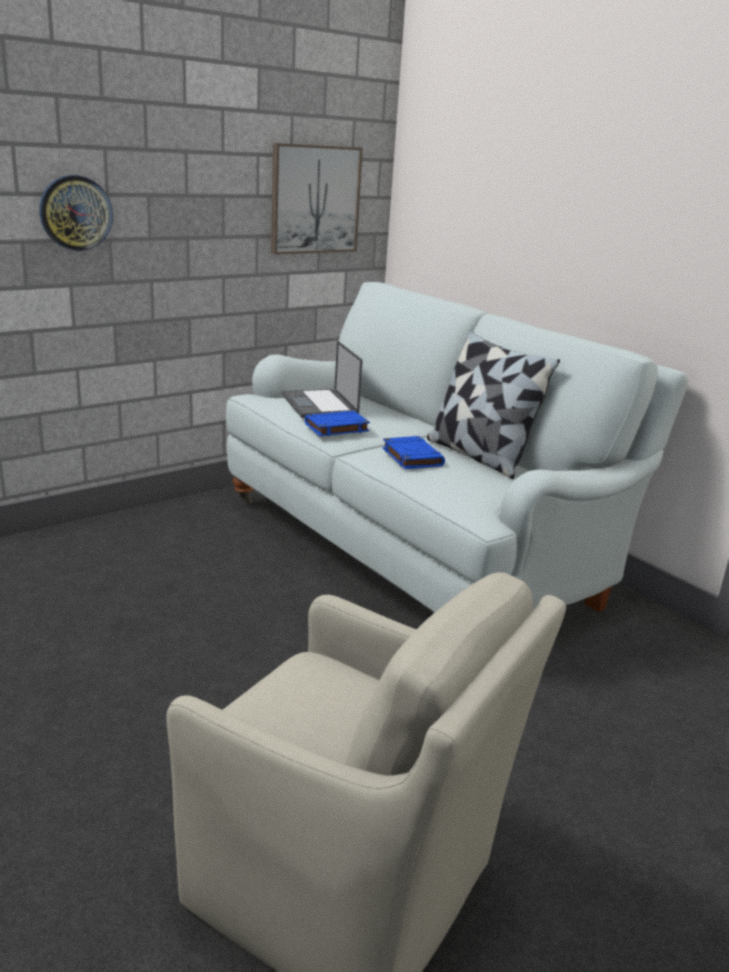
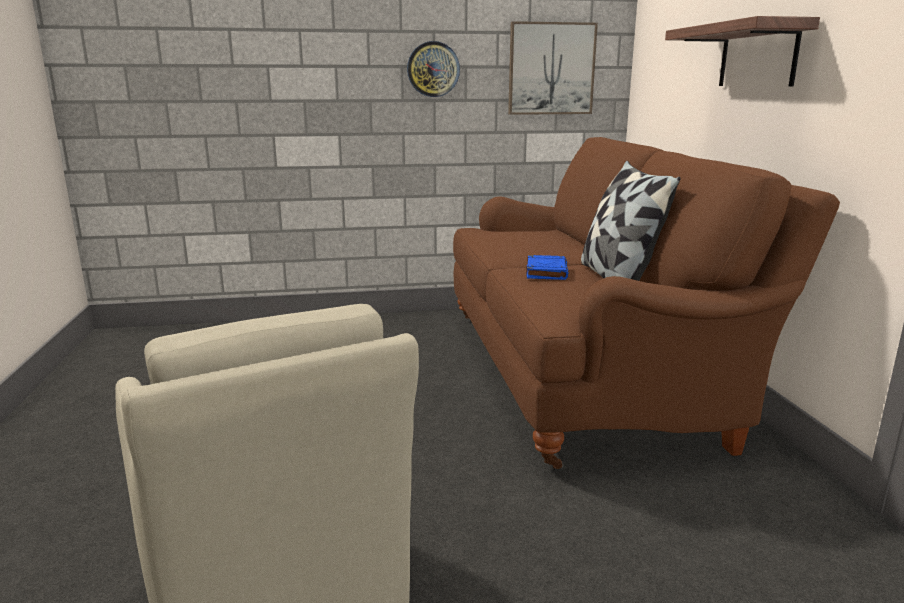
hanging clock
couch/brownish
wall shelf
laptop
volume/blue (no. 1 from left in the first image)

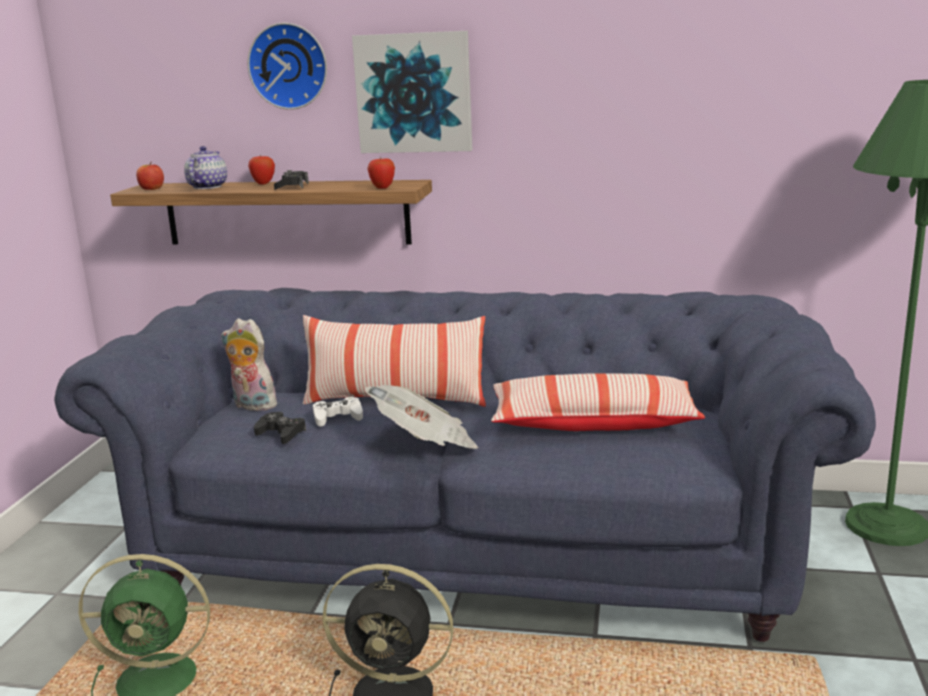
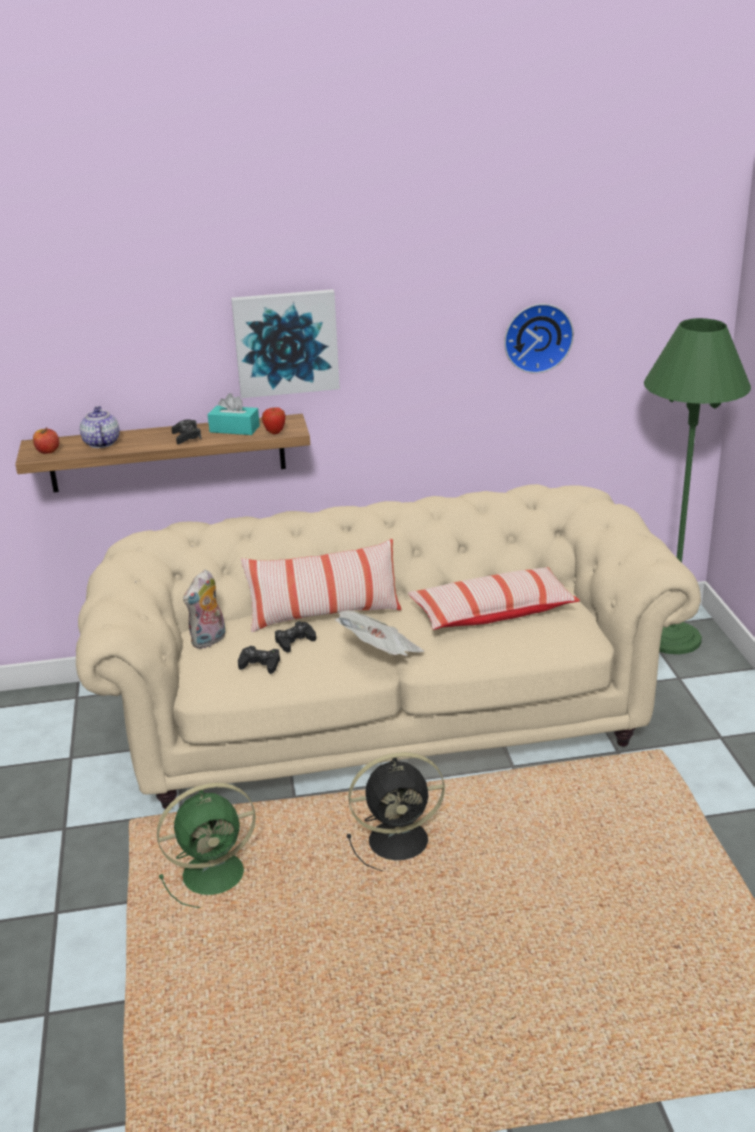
couch/beige-coloured
plush toy
tissue holder/blue-green
gamepad/black-coloured (no. 3 from left)
hanging clock
whole apple (no. 2 from left in the first image)

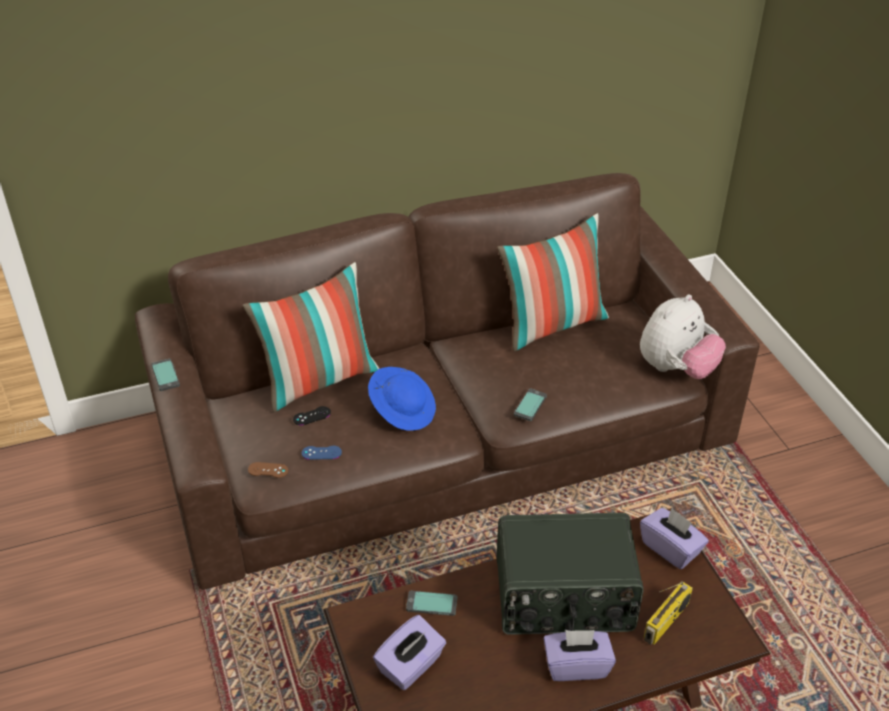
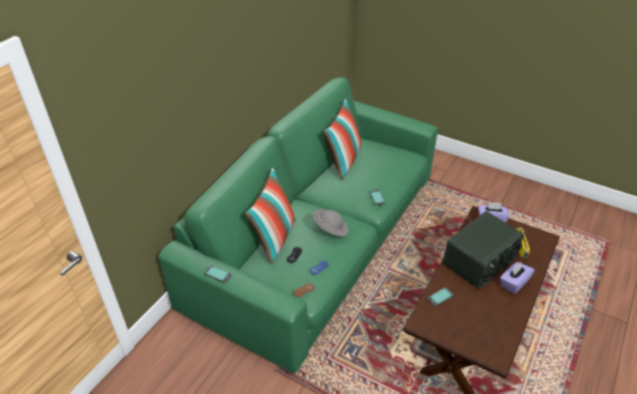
couch/greenish
clothing hat/greyish
tissue holder/purplish (no. 1 from left in the first image)
plush toy

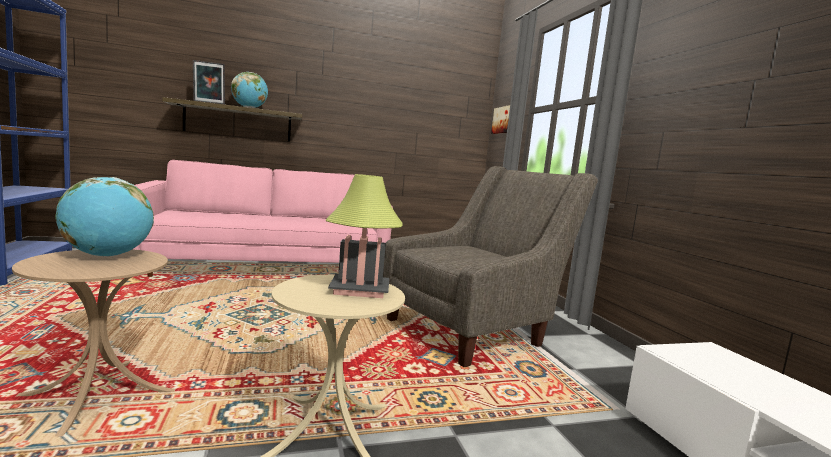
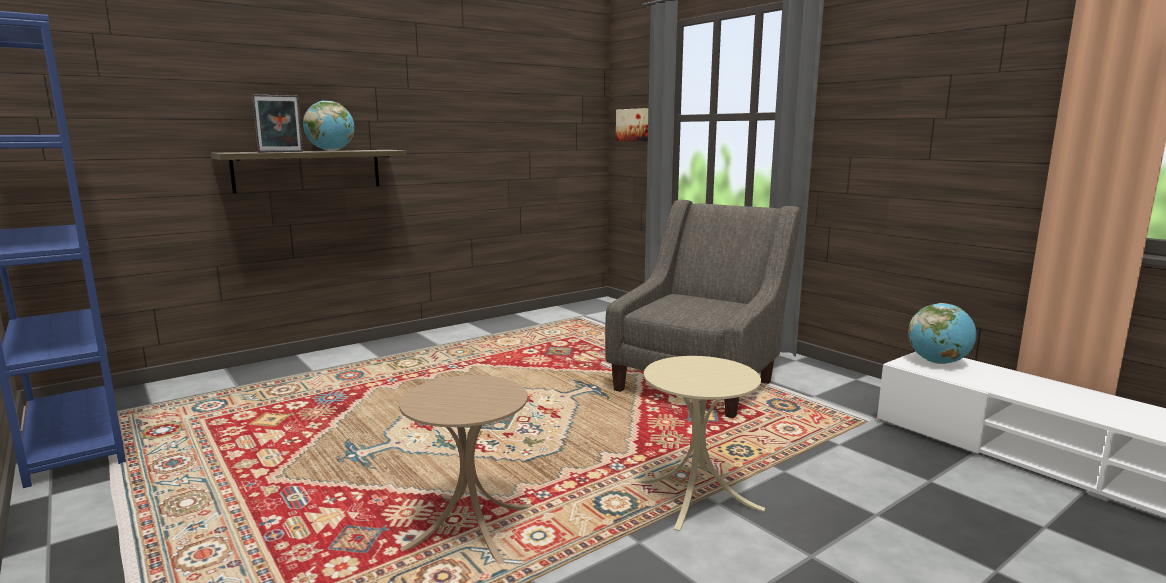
globe (no. 2 from left)
couch/pinkish
tabletop lamp

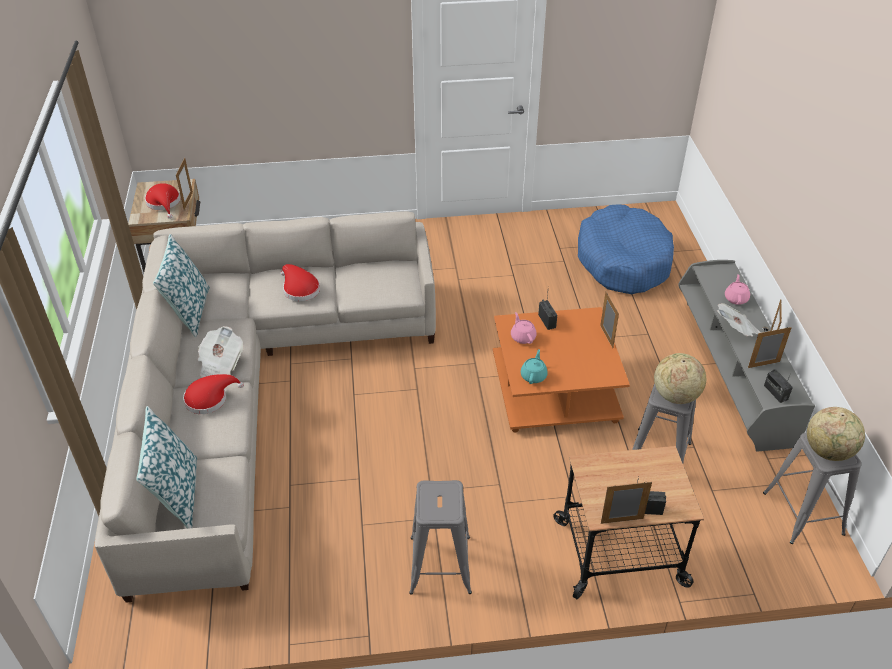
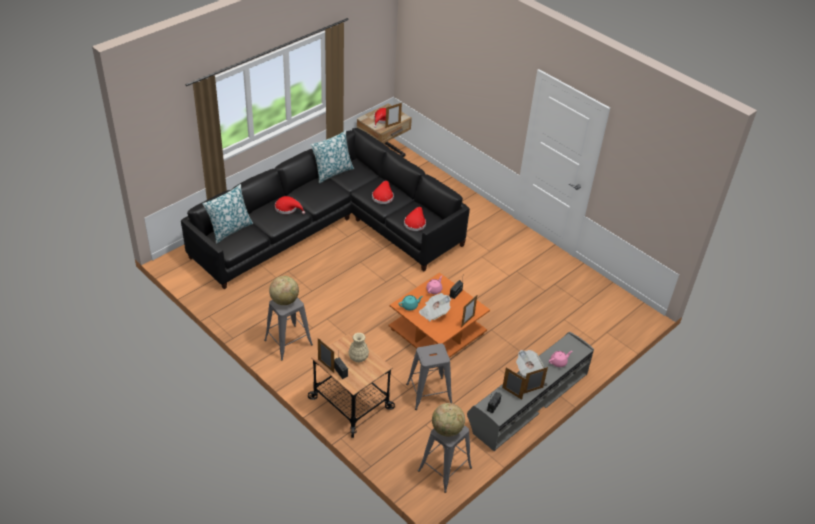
couch/black-coloured
globe (no. 1 from left)
vase/beige-coloured
clothing hat/red-coloured (no. 4 from left)
newspaper (no. 1 from left)
pet bed/blue

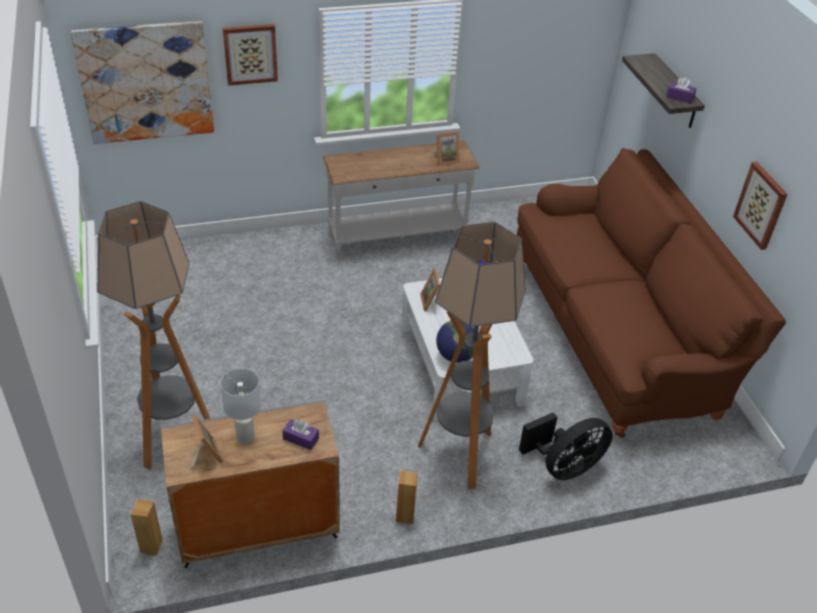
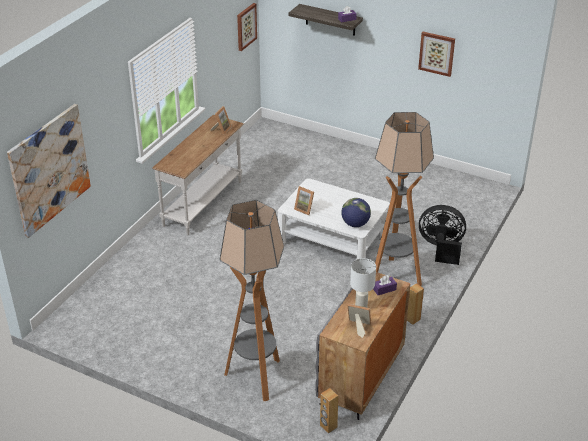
wall art (no. 2 from left)
electric fan/black-coloured
couch/brownish

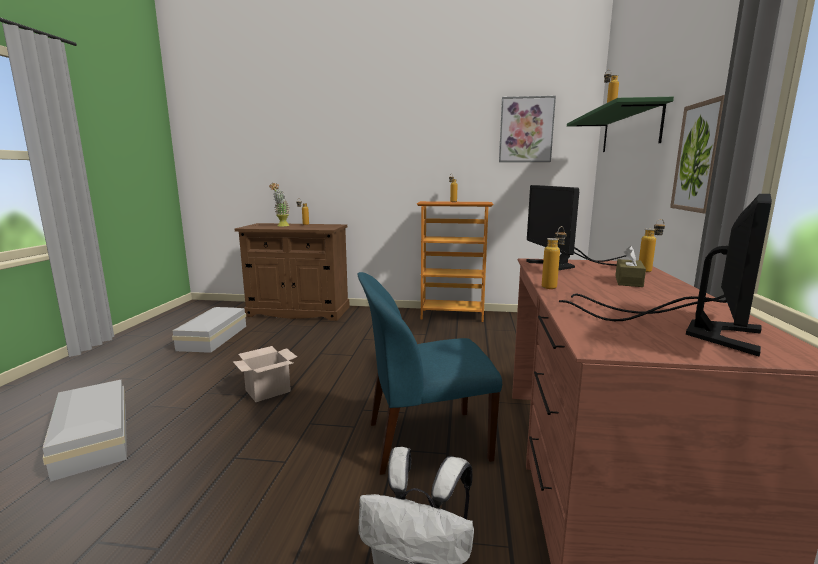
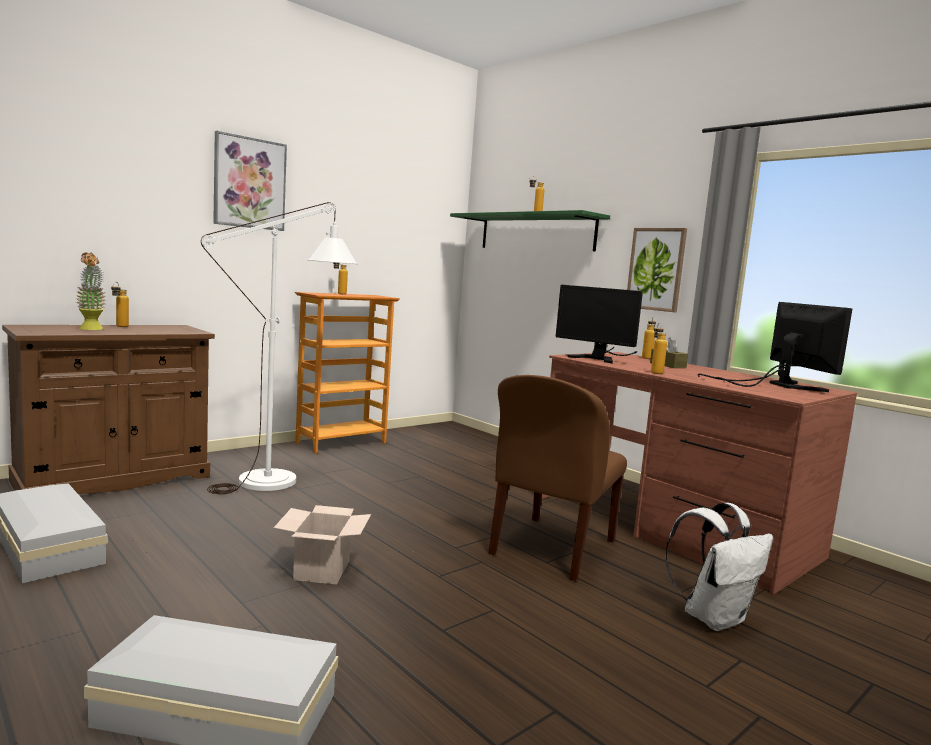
standard lamp/whitish
wall art (no. 1 from left)
plain chair/brownish

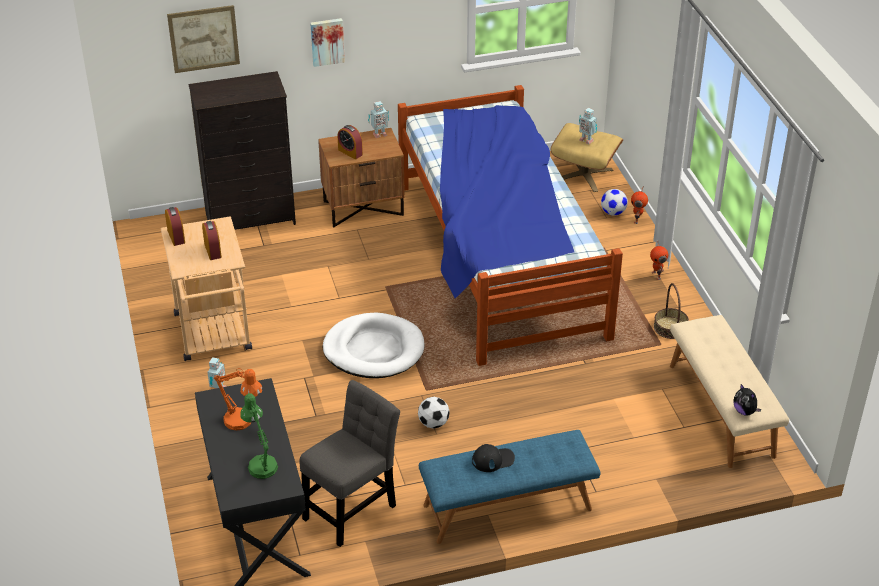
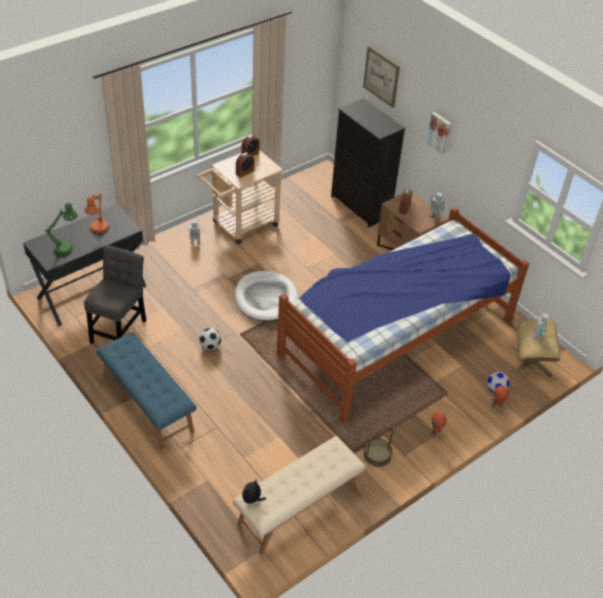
plain chair/greyish
cap/black-coloured

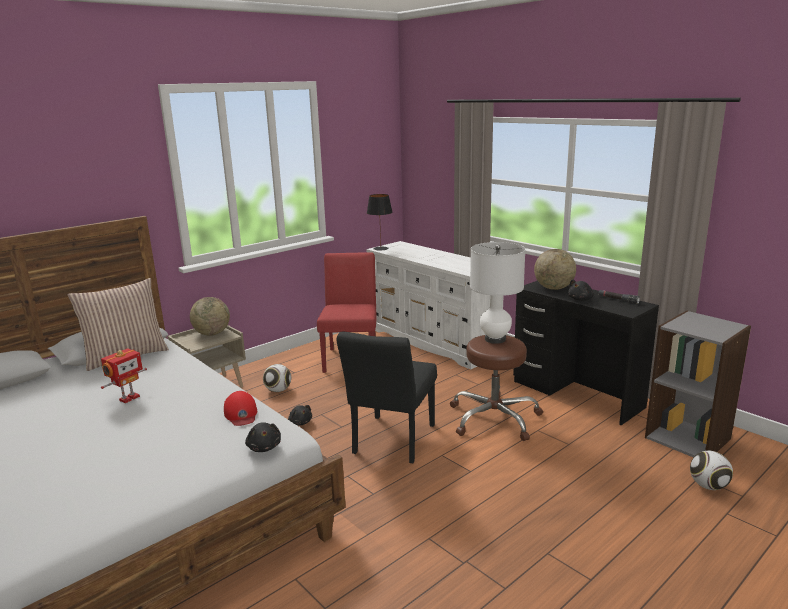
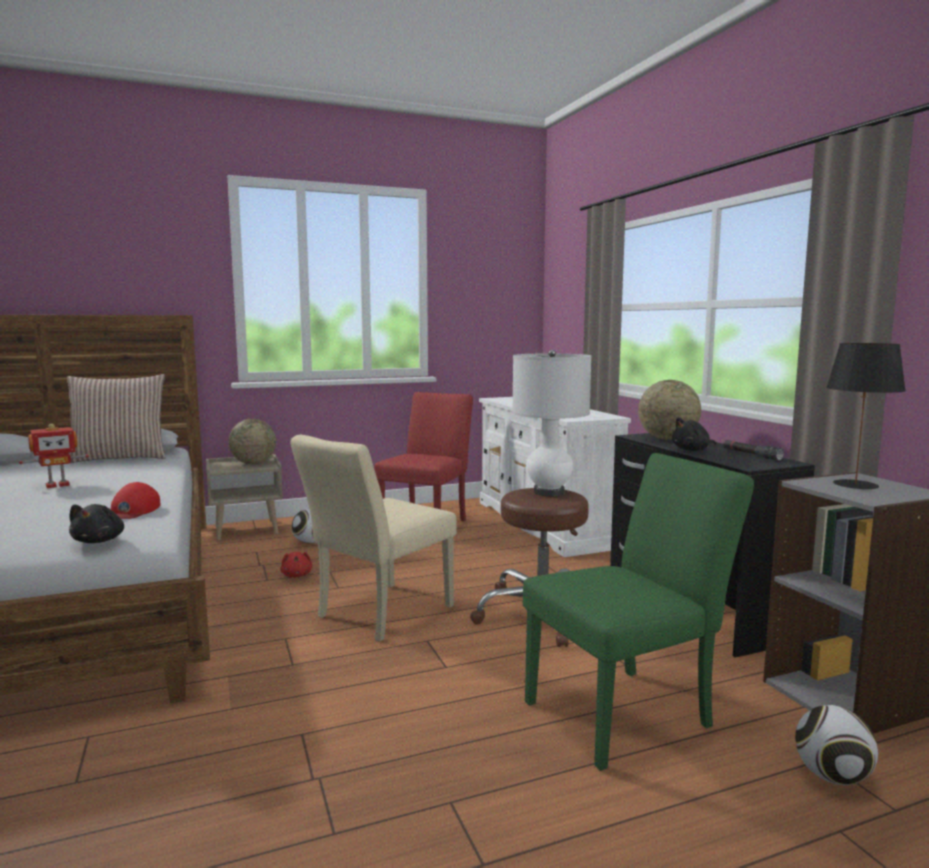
plush toy/red-coloured
plain chair/beige-coloured
plain chair/greenish
tabletop lamp/black-coloured

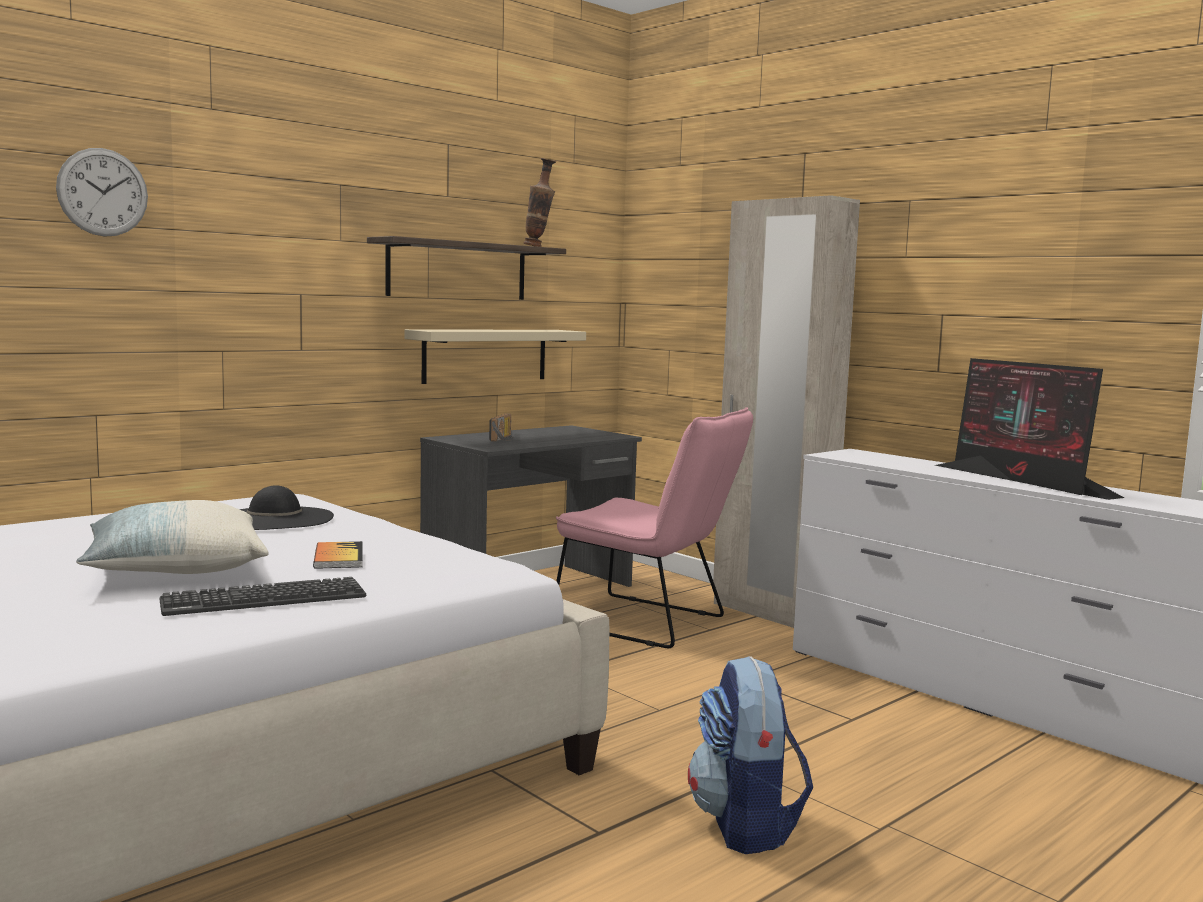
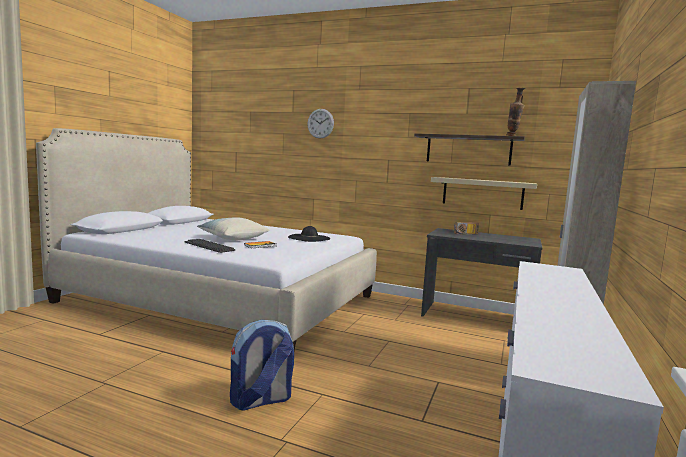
plain chair/pinkish
computer screen

